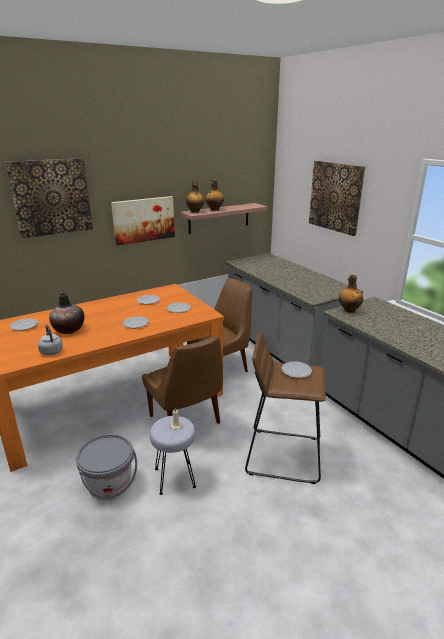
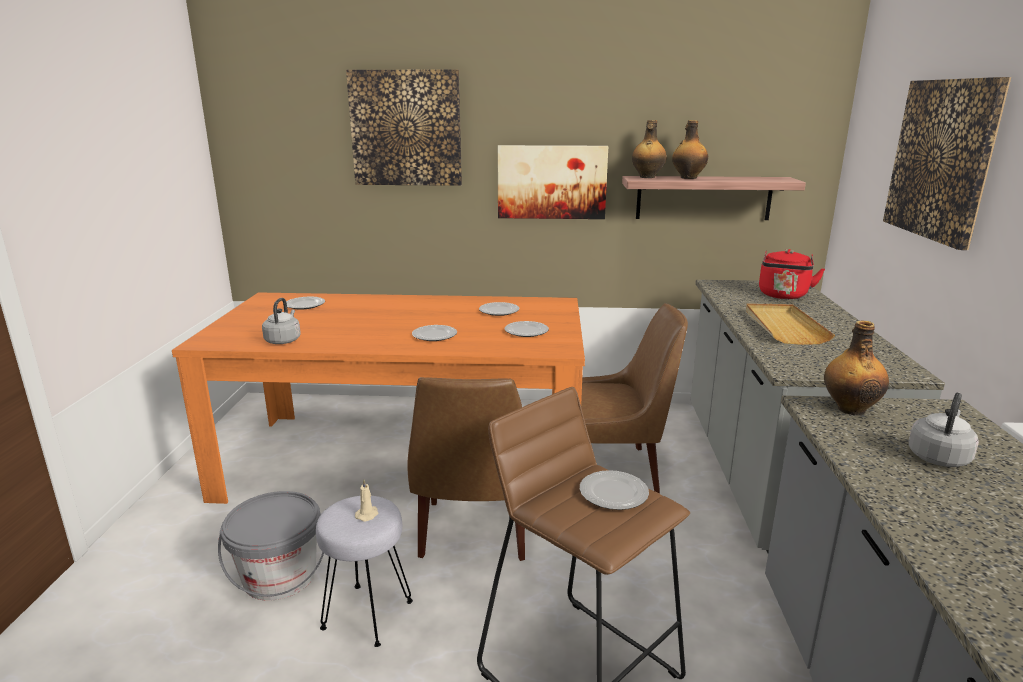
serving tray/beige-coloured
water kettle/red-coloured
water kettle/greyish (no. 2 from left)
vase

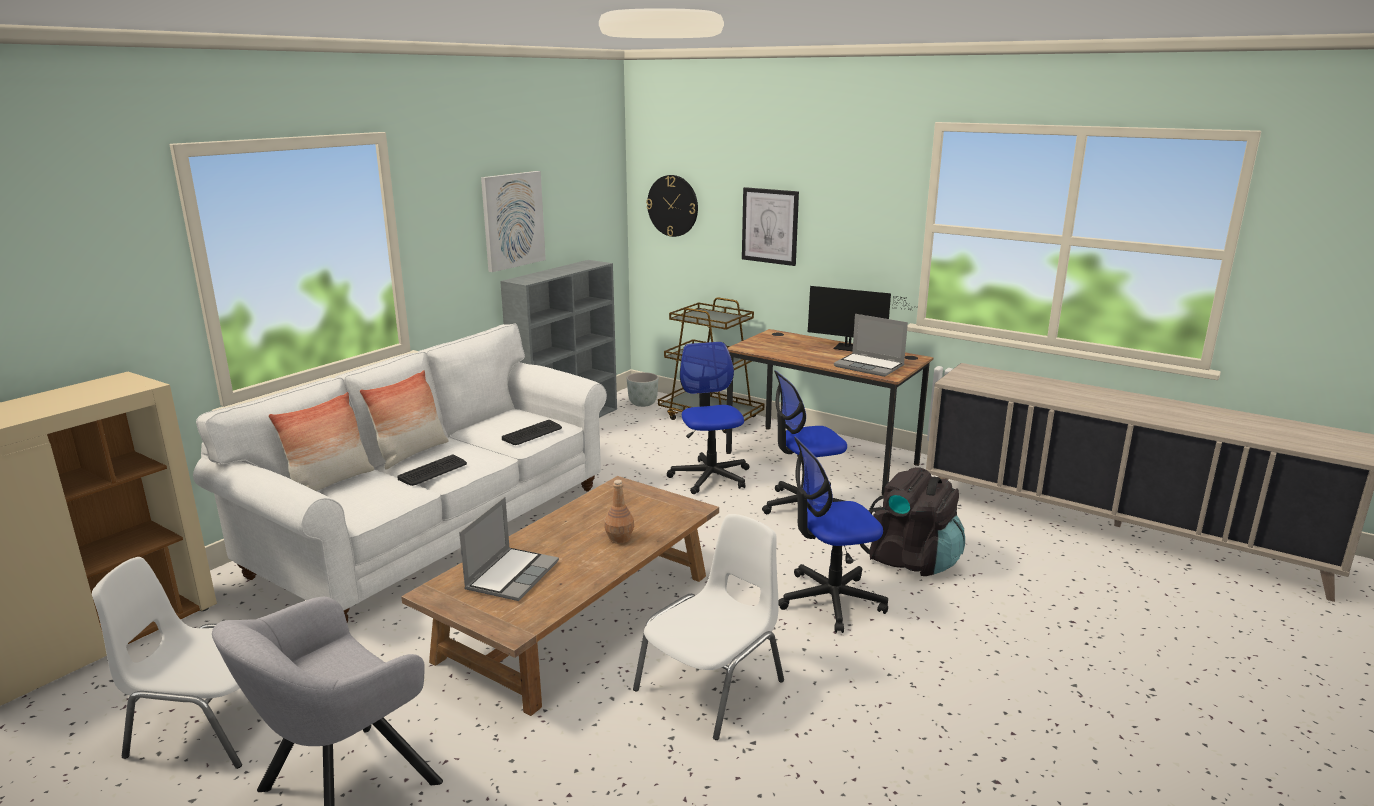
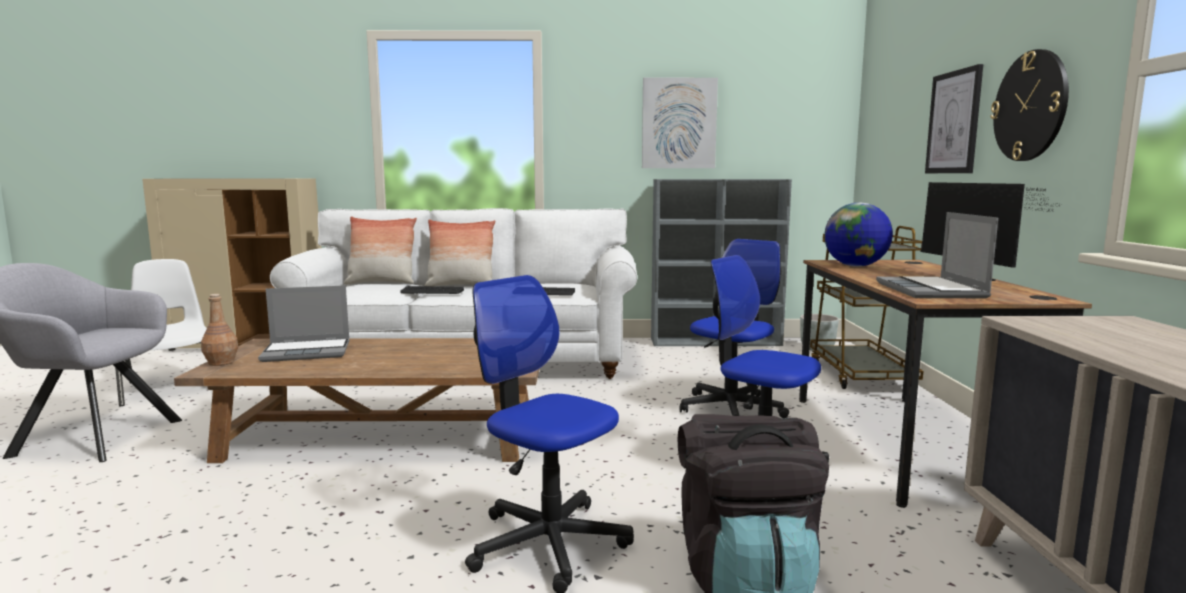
bottle/brownish
globe
hanging clock
plain chair/whitish (no. 2 from left in the first image)

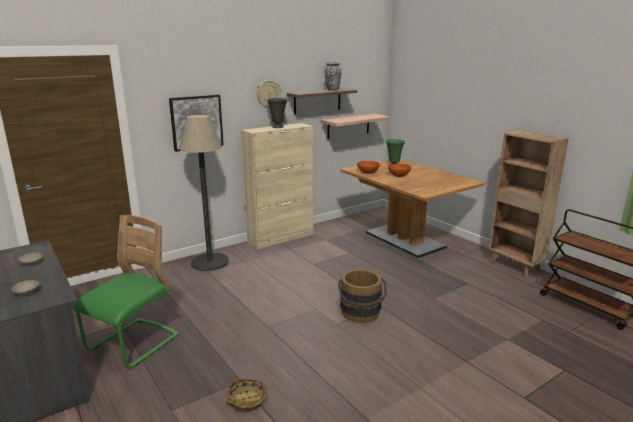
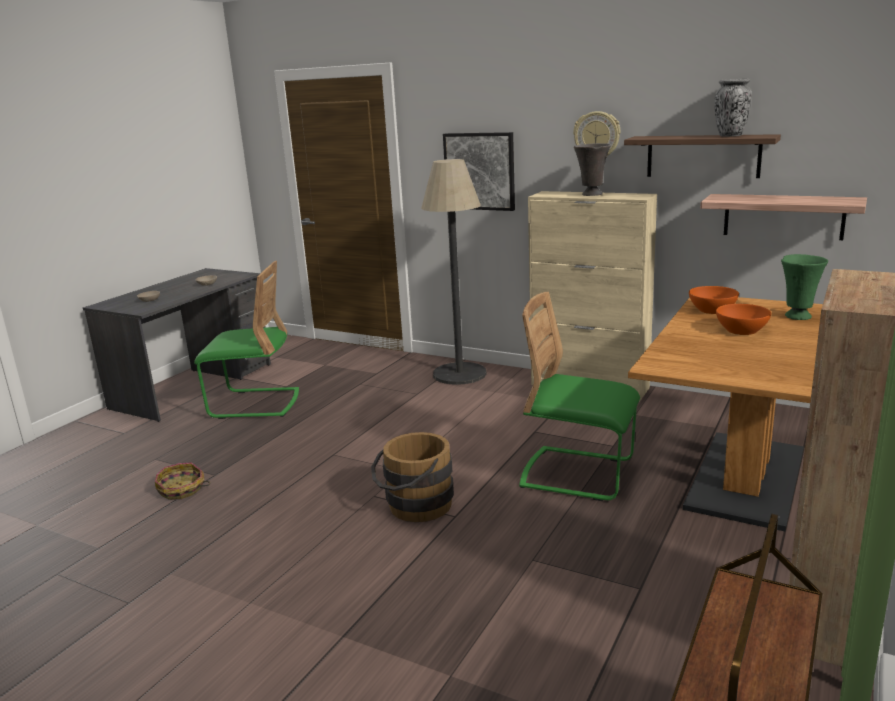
plain chair/greenish (no. 2 from left)

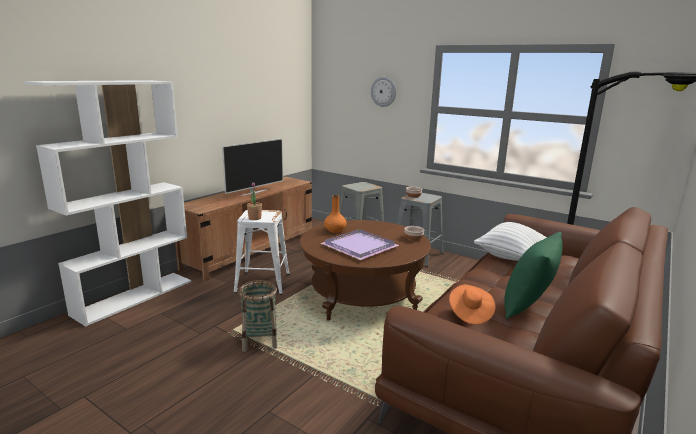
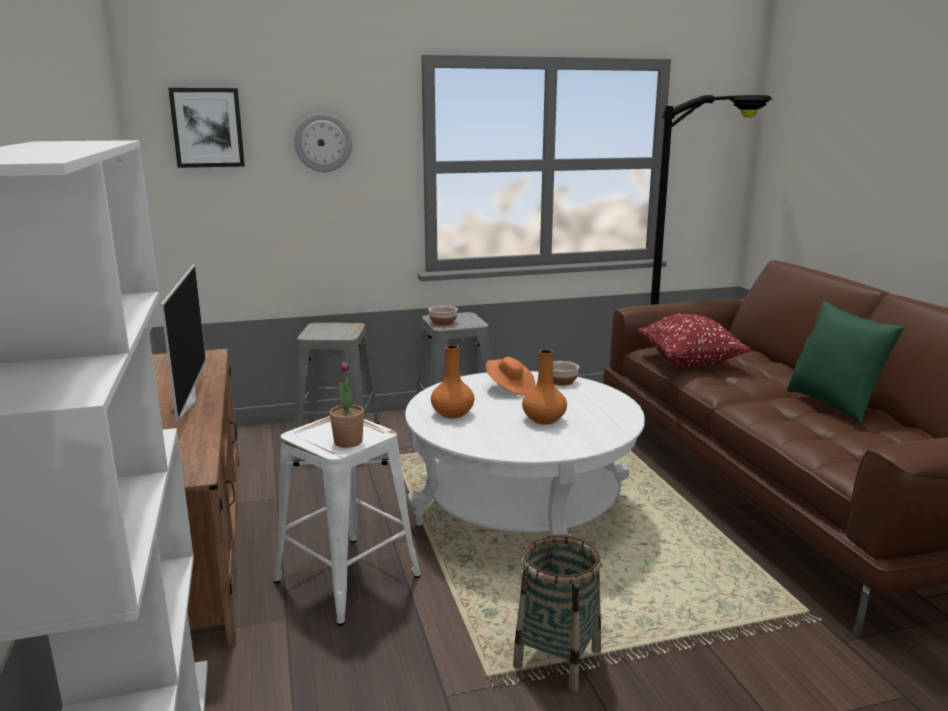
wall art
low table/whitish
clothing hat/orangey
vase/orangey (no. 2 from left)
throw pillow/red-coloured

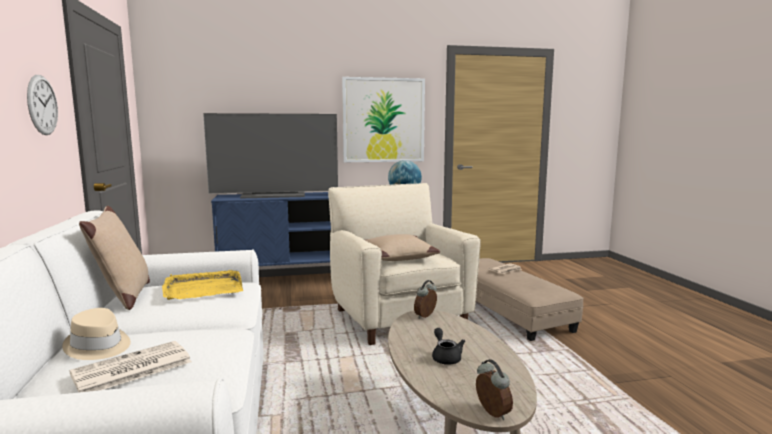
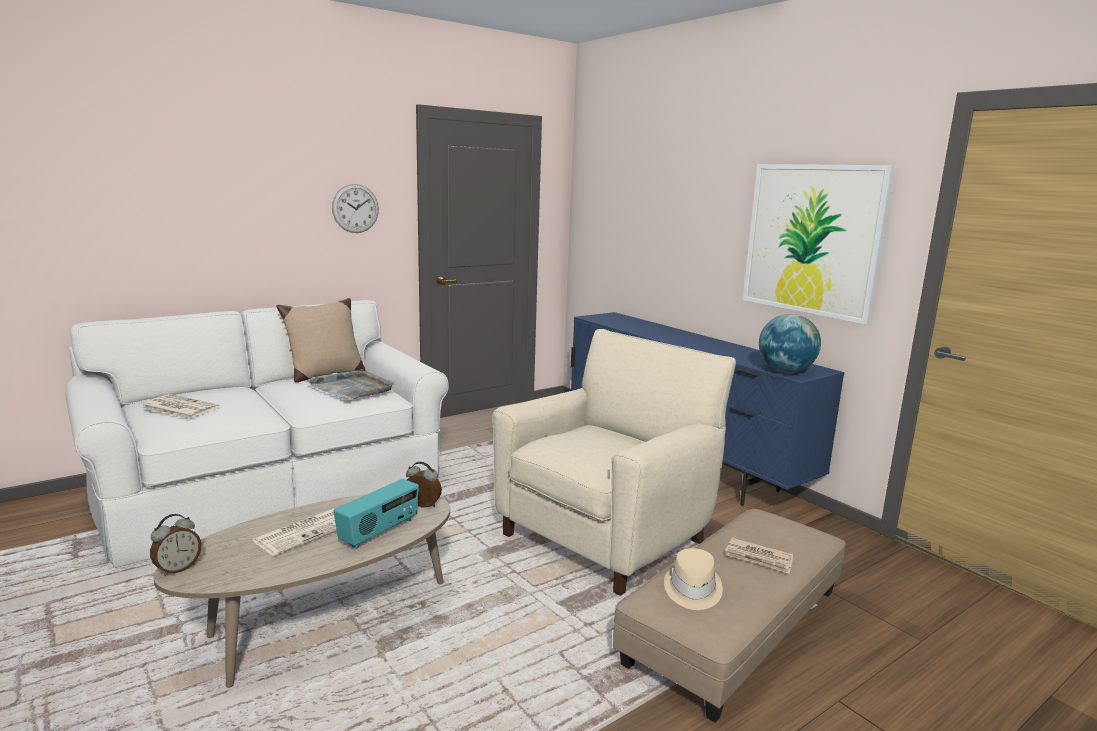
newspaper (no. 2 from left)
serving tray/greyish
radio
clothing hat/beige-coloured
television
throw pillow/beige-coloured (no. 2 from left in the first image)

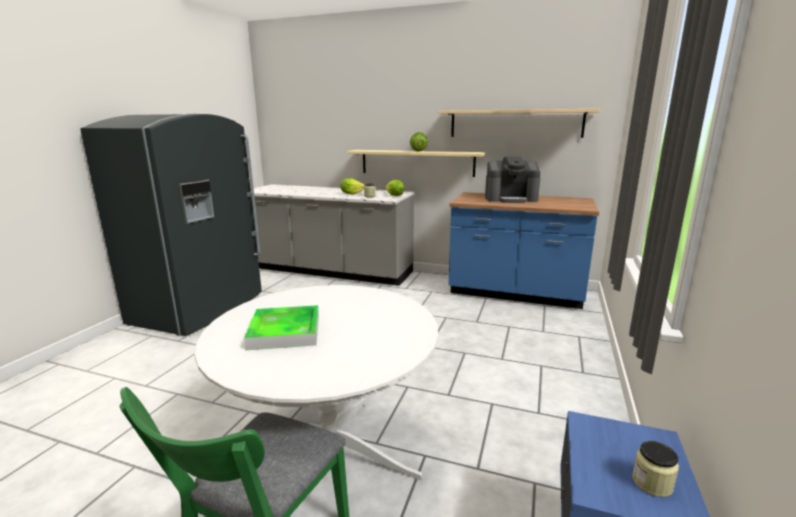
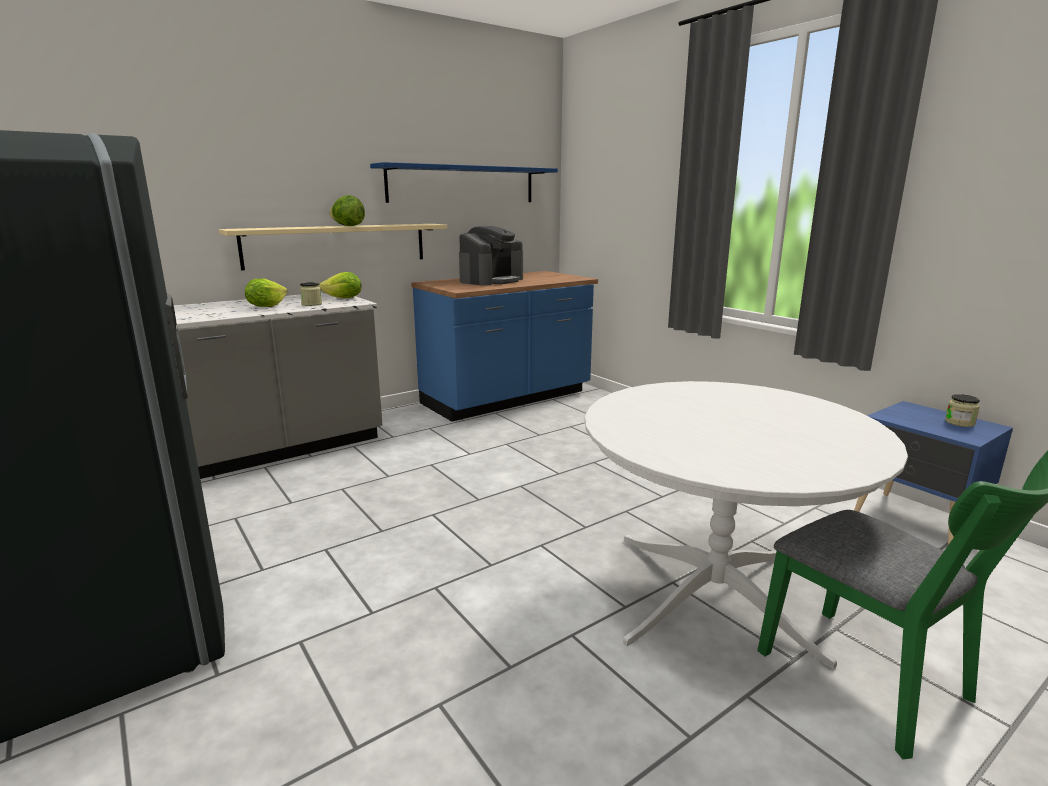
wall shelf/blue
serving tray

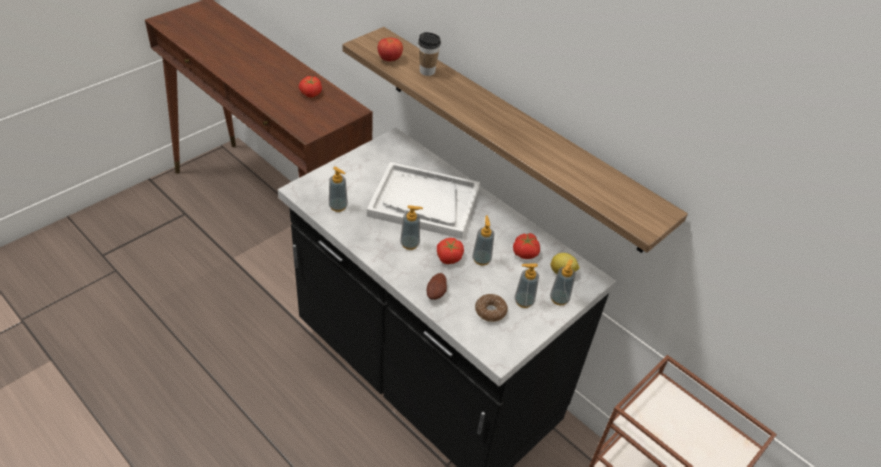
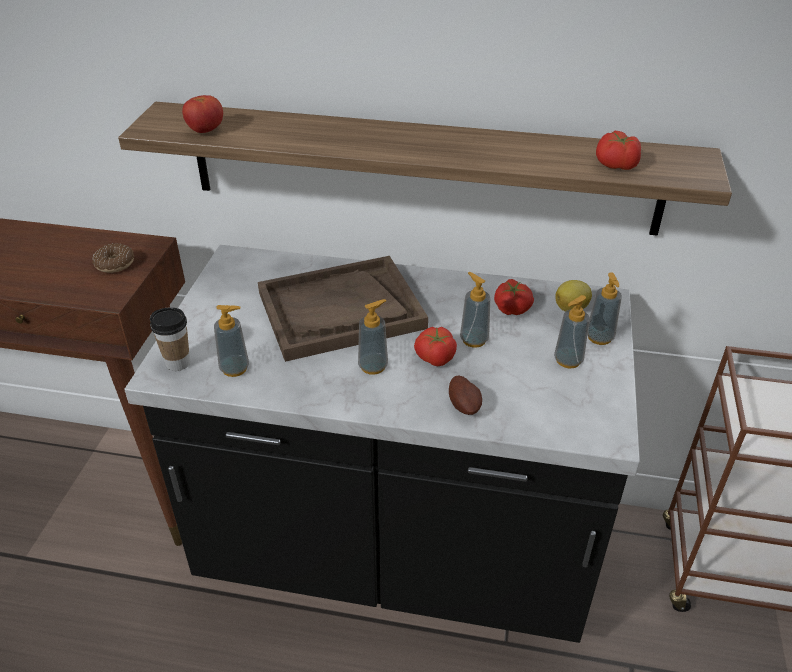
donut
small cup
serving tray/brownish
tomato (no. 4 from left)

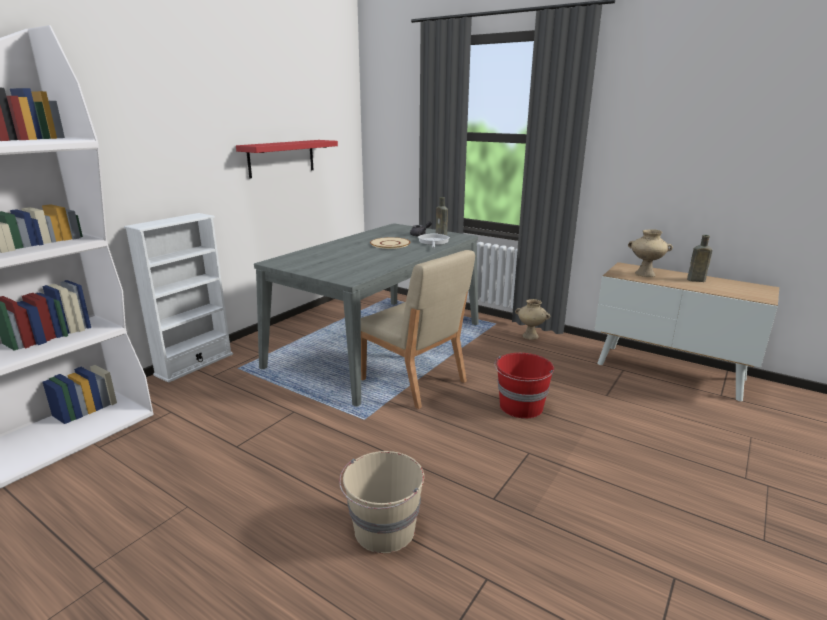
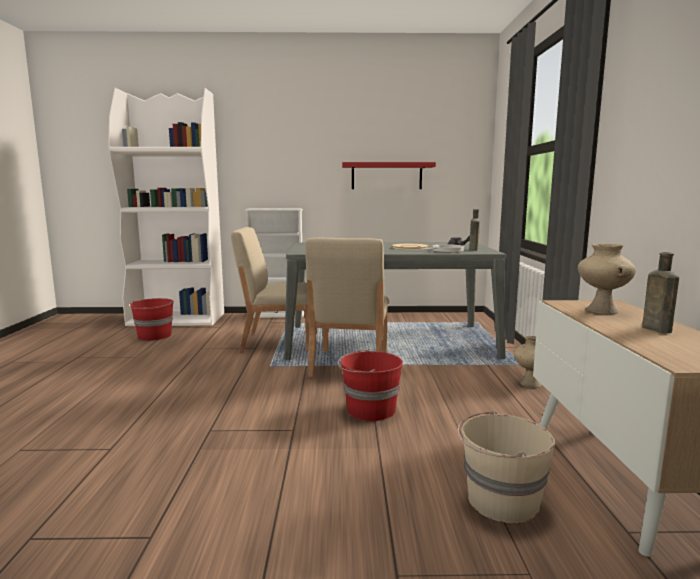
water bucket/red-coloured (no. 1 from left)
plain chair/beige-coloured (no. 1 from left)
water bucket/beige-coloured

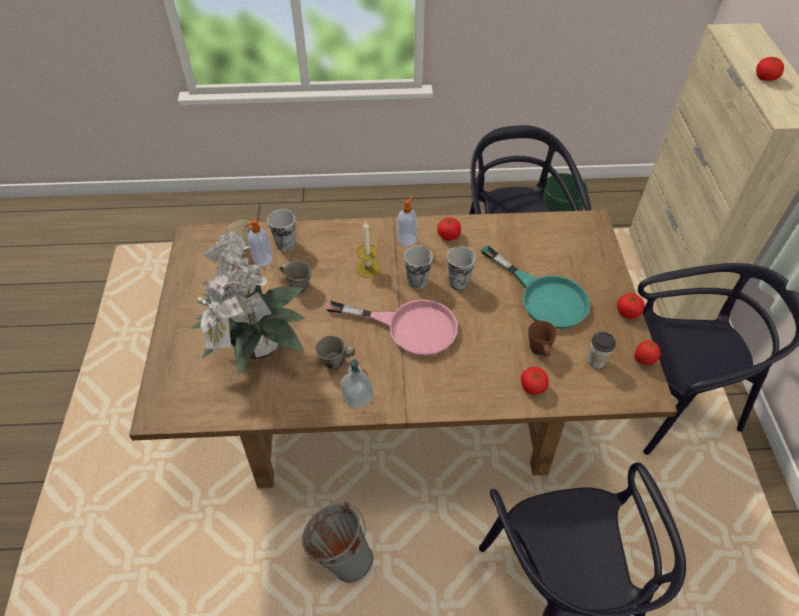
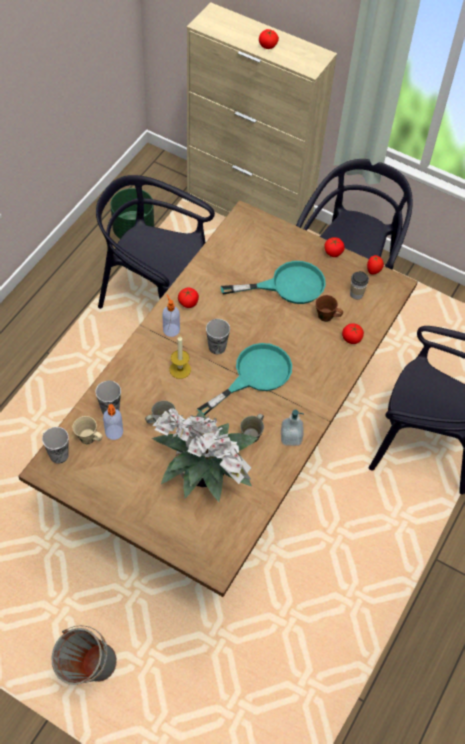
small cup (no. 1 from left)
water bucket/greyish
skillet/blue-green (no. 1 from left)

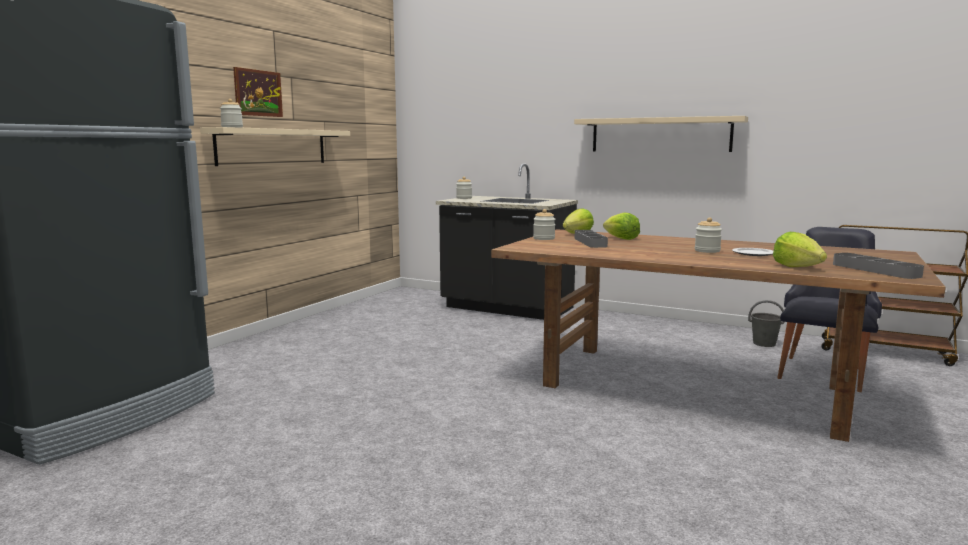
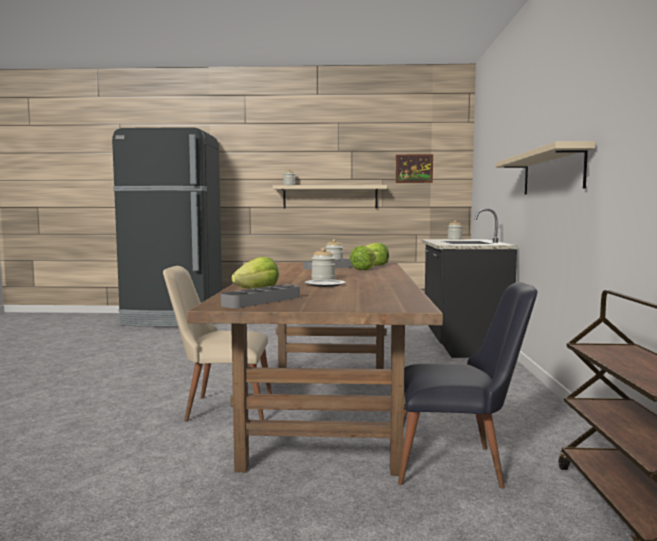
plain chair/beige-coloured
wall art
water bucket/greyish

